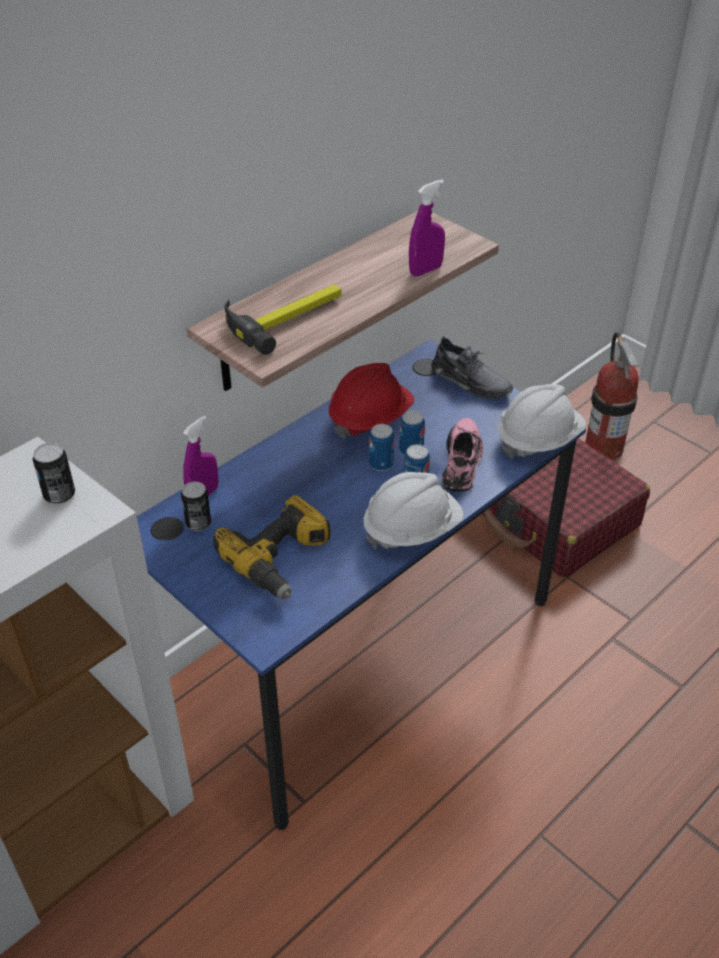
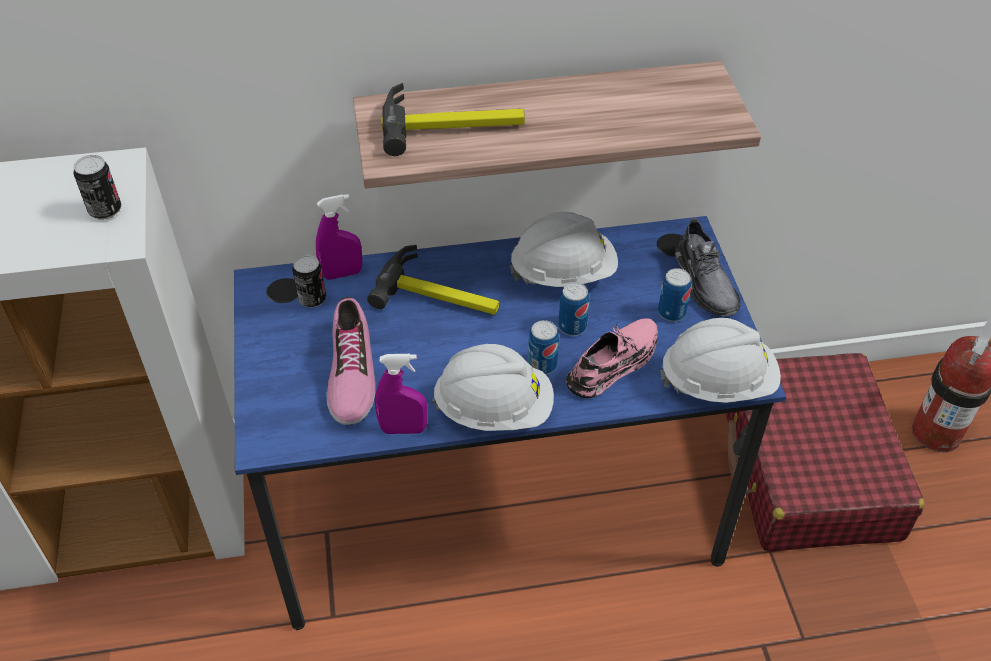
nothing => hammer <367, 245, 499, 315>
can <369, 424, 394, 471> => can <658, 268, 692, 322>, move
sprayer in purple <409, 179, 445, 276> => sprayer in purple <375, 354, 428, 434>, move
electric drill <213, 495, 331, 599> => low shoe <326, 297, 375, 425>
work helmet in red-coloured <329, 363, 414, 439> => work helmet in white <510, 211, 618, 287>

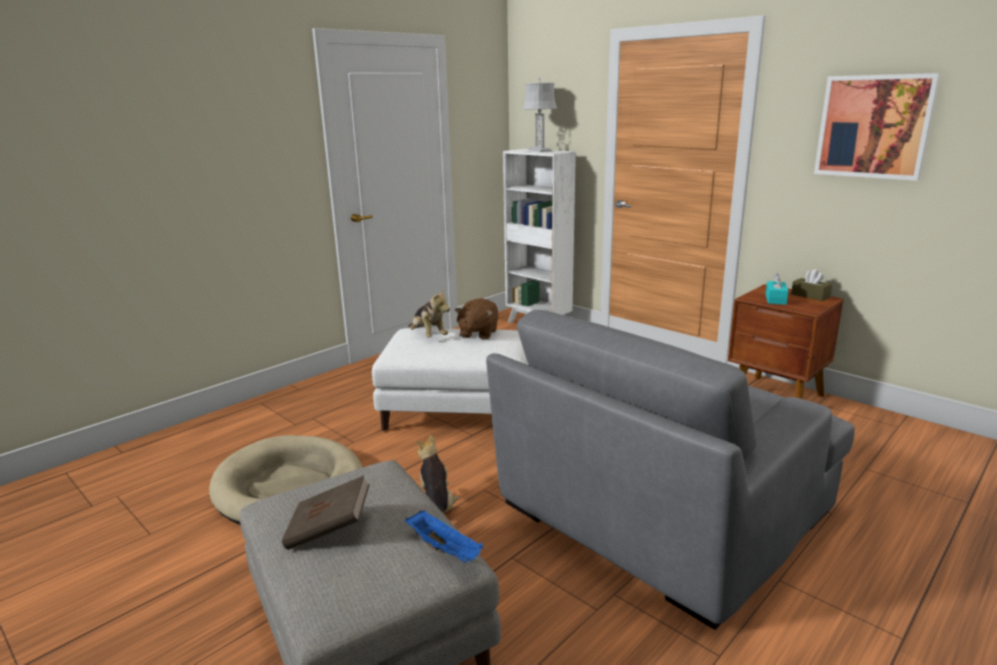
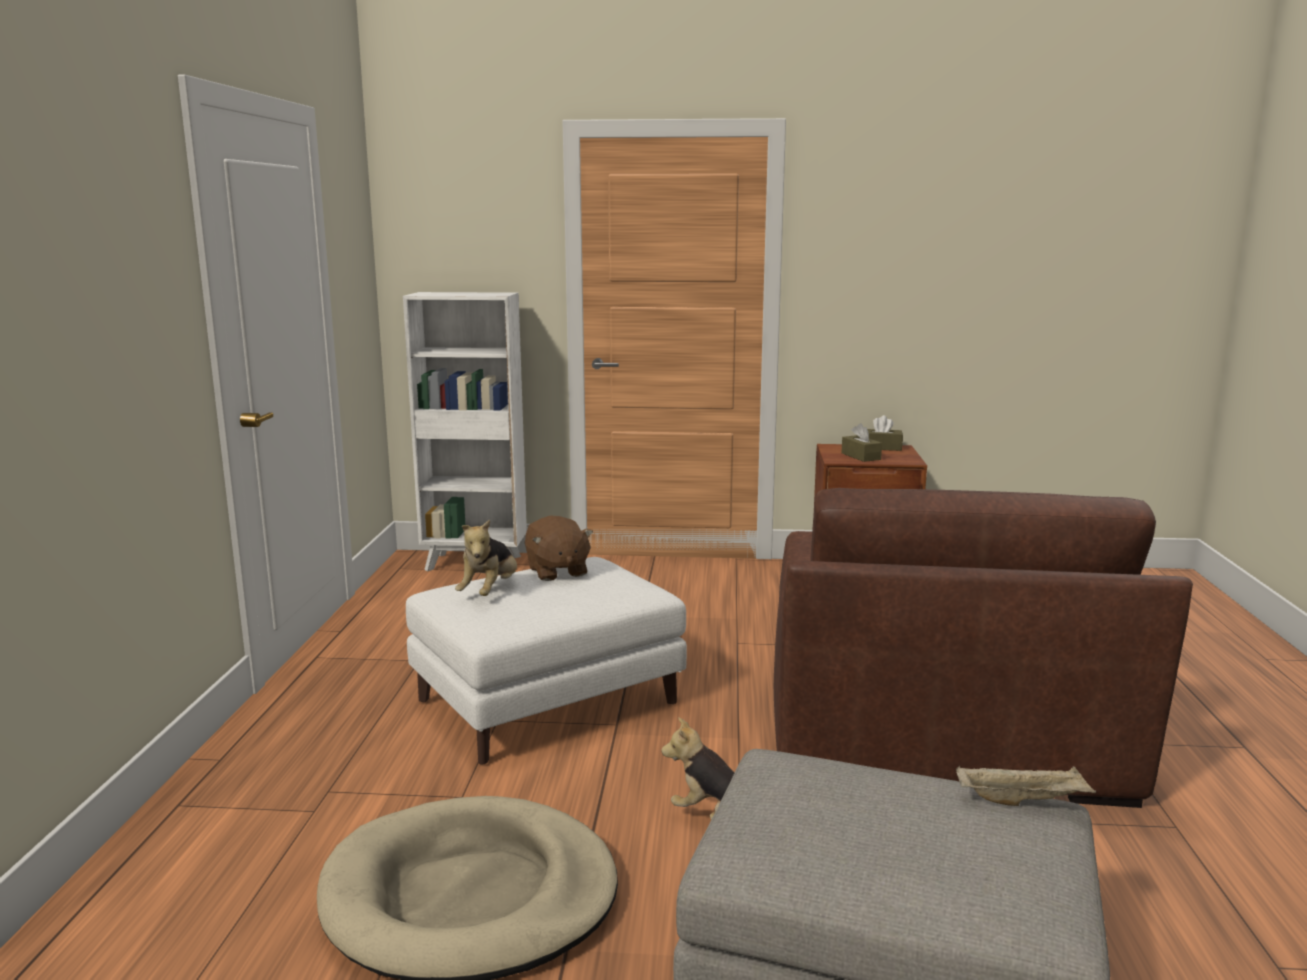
bound book in brown <281, 475, 370, 550> => nothing
table lamp in greyish <522, 78, 557, 152> => nothing
wall art <814, 73, 941, 181> => nothing
serving tray in bluish <405, 510, 483, 563> => serving tray in sand-coloured <956, 766, 1096, 806>
easy chair in greyish <486, 310, 855, 630> => easy chair in brown <774, 488, 1193, 808>
tissue box in turquoise-coloured <766, 272, 789, 305> => tissue box in brown <842, 423, 882, 462>
plush toy <408, 289, 450, 337> => plush toy <455, 520, 517, 596>, 90 degrees clockwise

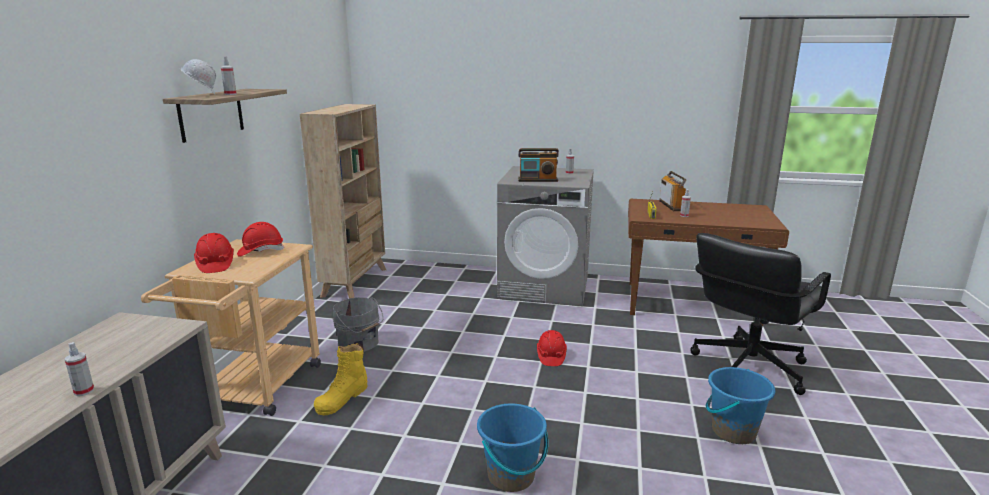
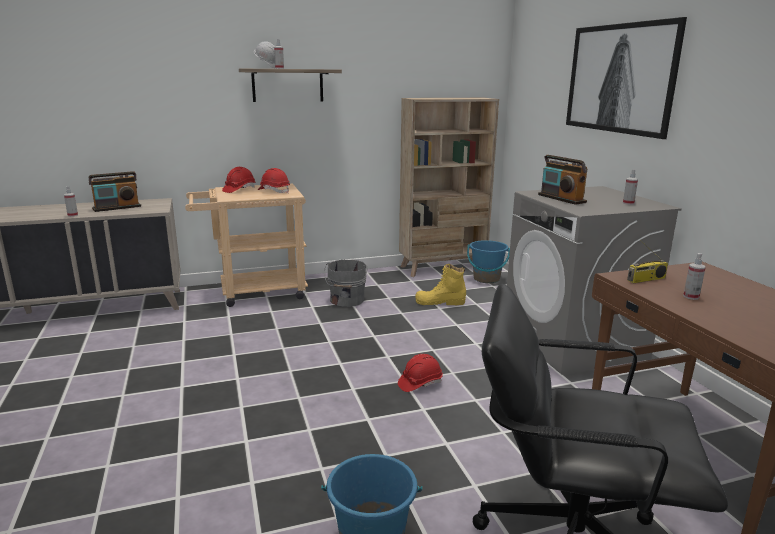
nothing => wall art <566, 17, 687, 139>
tall boot in yellow-coloured <314, 343, 368, 415> => tall boot in yellow-coloured <415, 264, 466, 306>, move
bucket in bluish <477, 403, 548, 492> => bucket in bluish <467, 240, 510, 283>, move
radio receiver <659, 171, 686, 211> => radio receiver <89, 171, 141, 212>, move

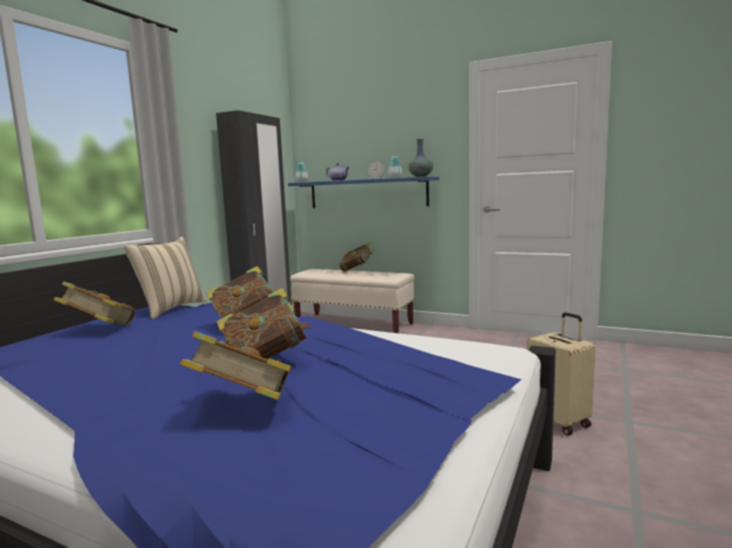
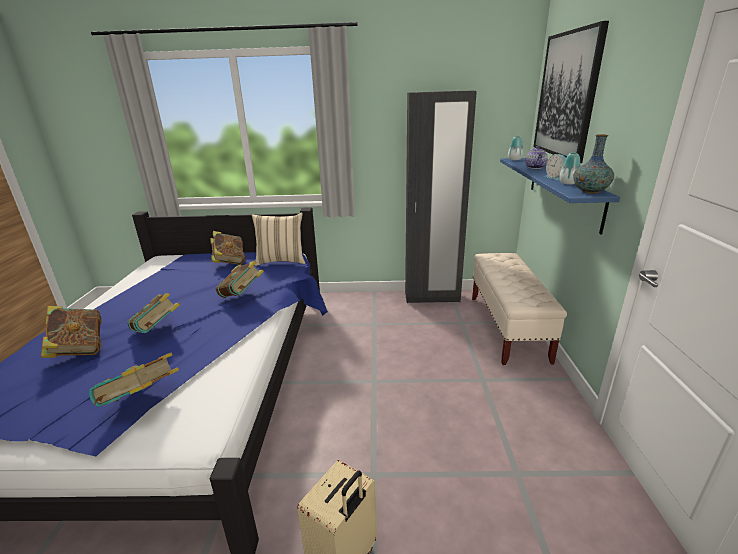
nothing => wall art <533, 21, 609, 163>
bound book <339, 242, 374, 272> => bound book <89, 353, 179, 407>, move

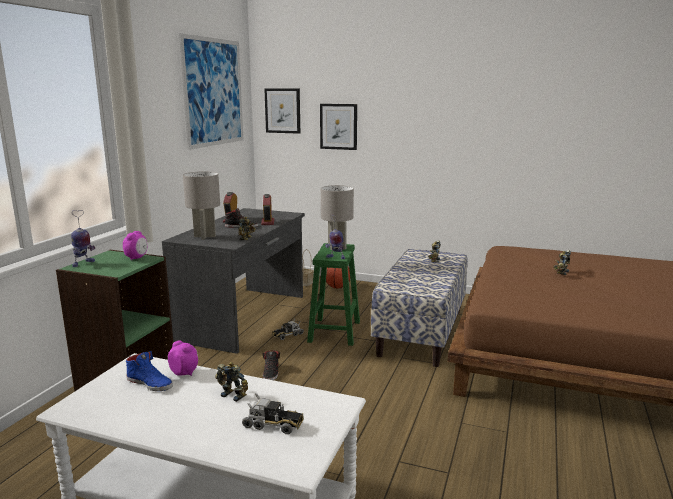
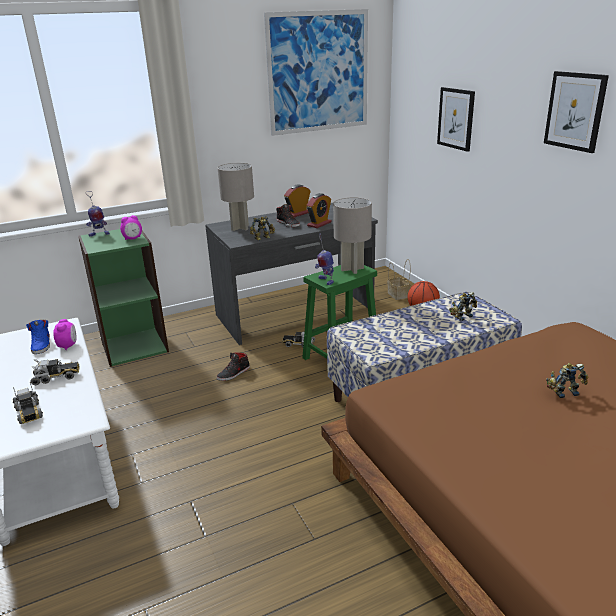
wall art <264, 88, 300, 134> => wall art <544, 71, 609, 153>, move
toy robot <215, 362, 248, 402> => toy lorry <31, 359, 80, 385>

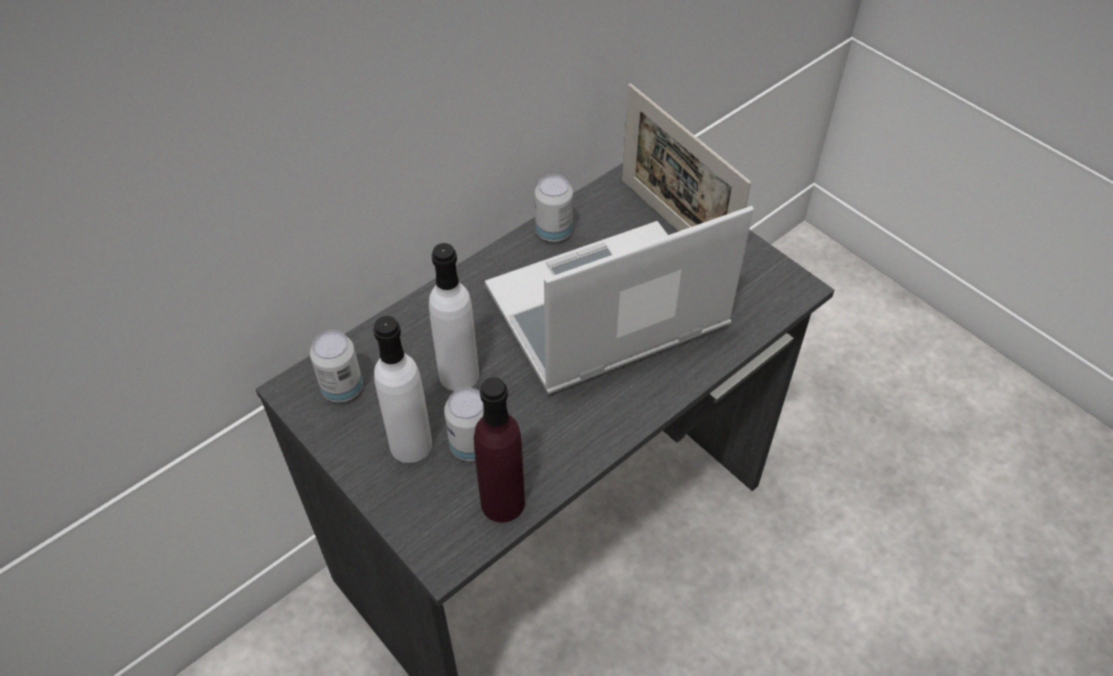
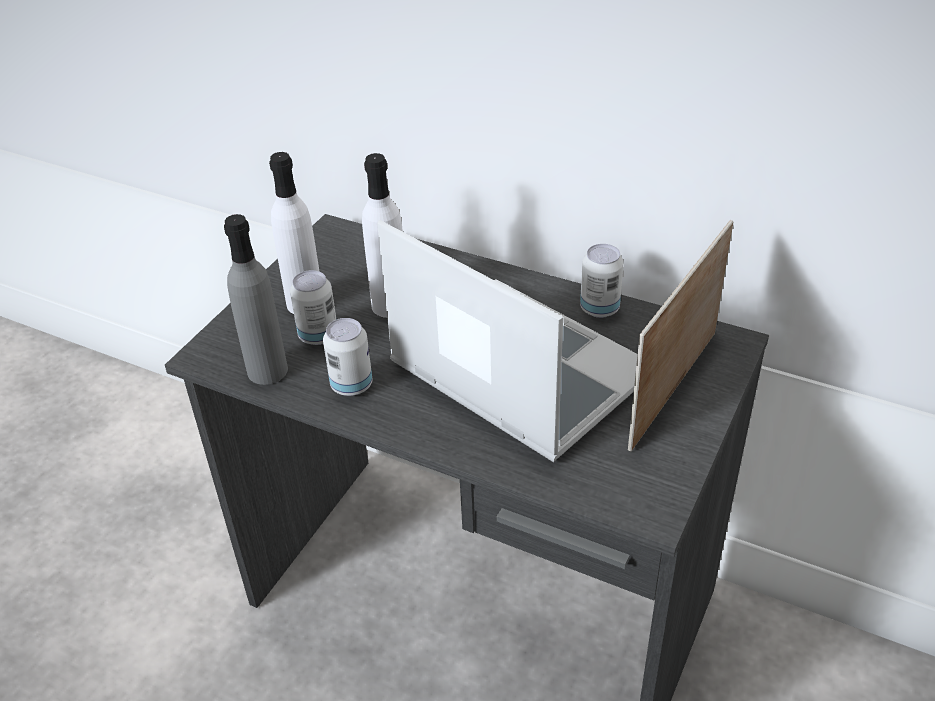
can <310, 330, 363, 402> => can <323, 318, 372, 396>, move
beverage bottle in purple <474, 377, 525, 523> => beverage bottle in greyish <224, 214, 288, 385>

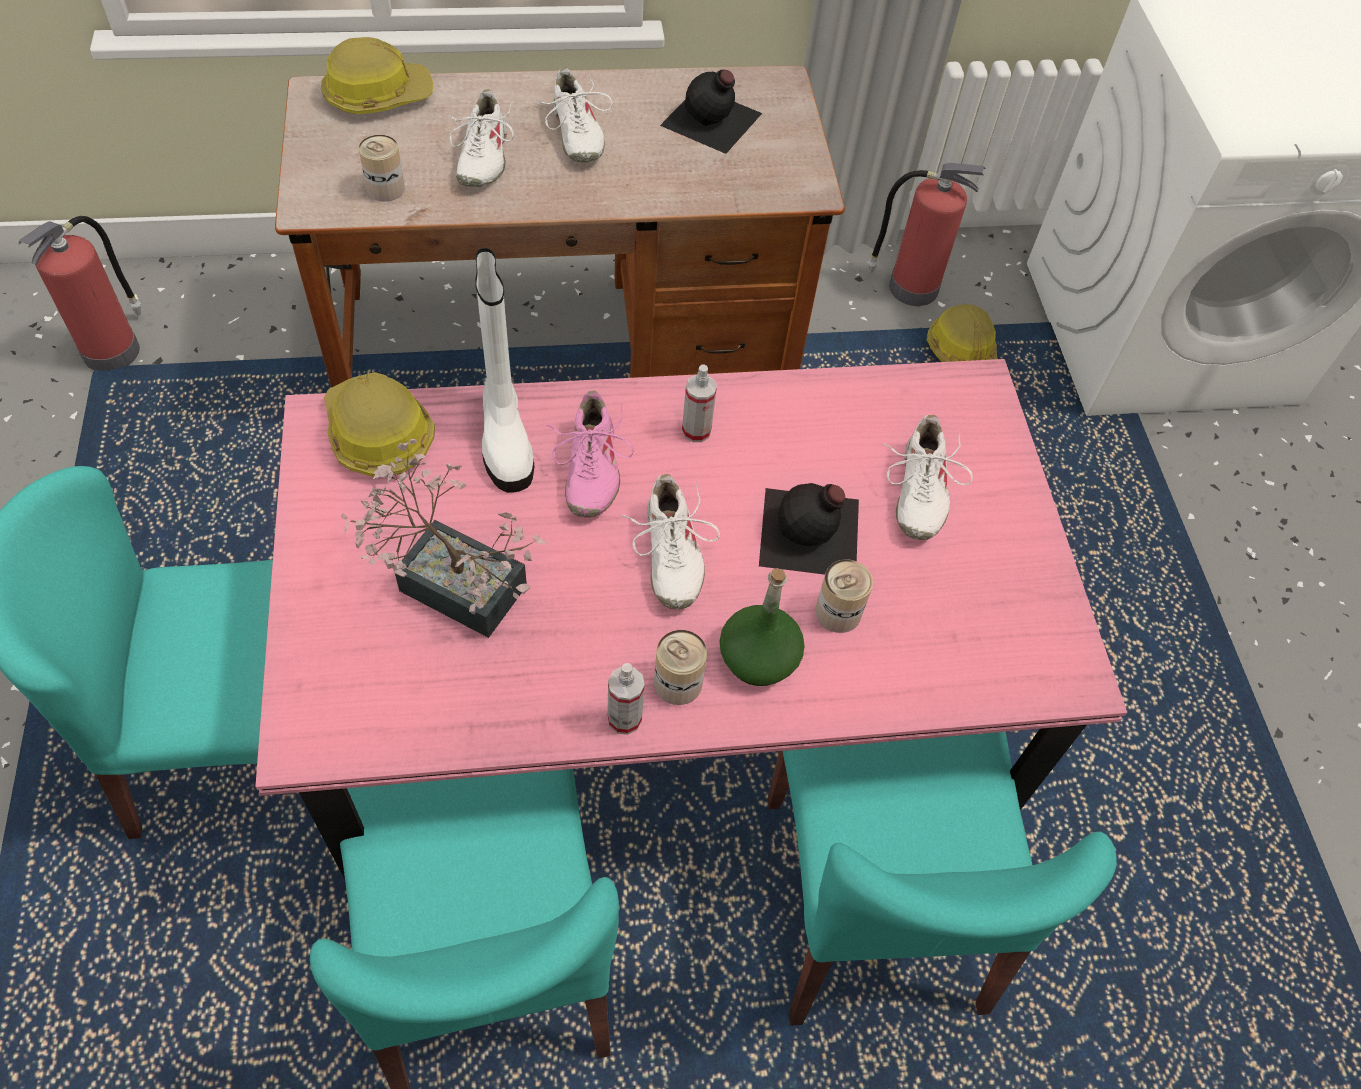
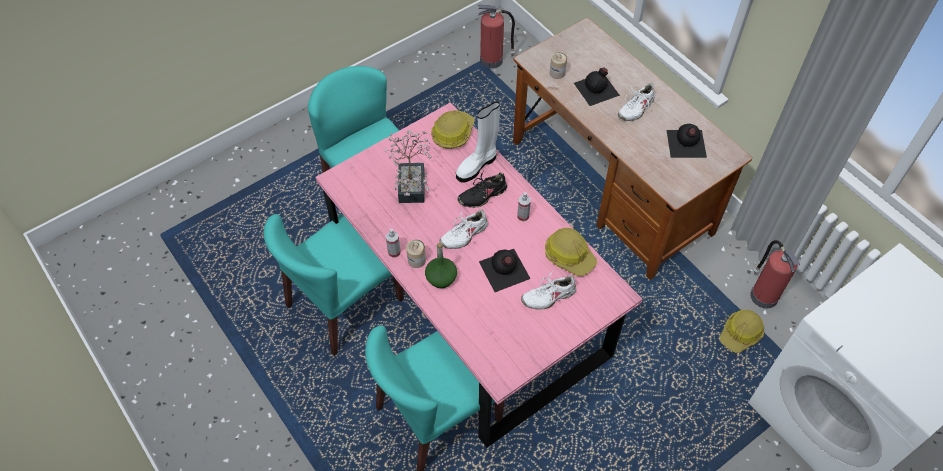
can <815, 559, 873, 633> => nothing
work helmet <321, 37, 433, 114> => work helmet <545, 228, 597, 276>, move
low shoe in white <447, 89, 514, 187> => beverage bottle in black-coloured <574, 67, 620, 106>
low shoe in pink-coloured <546, 390, 634, 518> => low shoe in black-coloured <457, 171, 507, 208>

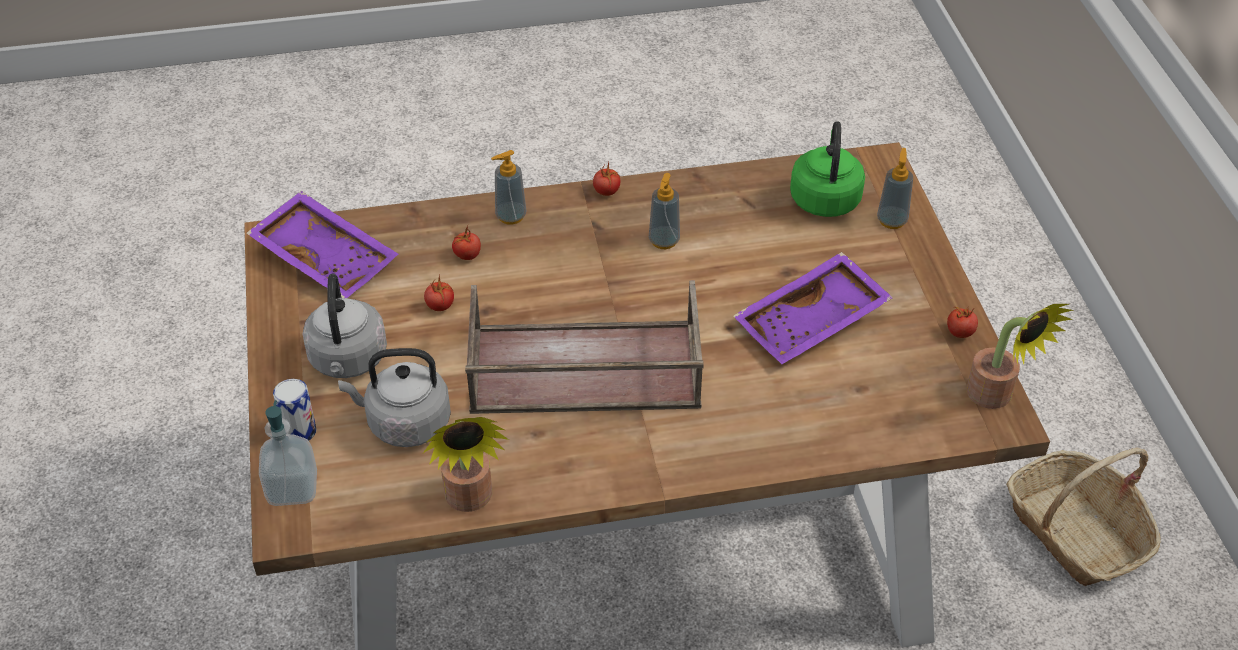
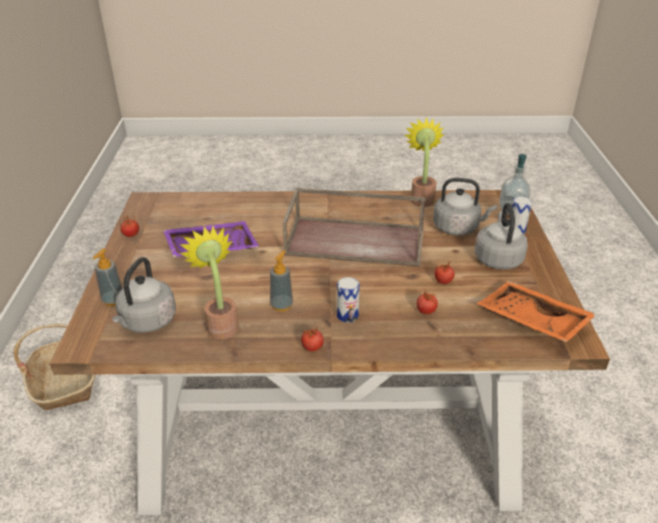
soap bottle <491, 150, 526, 225> => nothing
nothing => can <337, 277, 360, 323>
potted plant <967, 304, 1073, 409> => potted plant <180, 226, 239, 339>, move
serving tray in purple <246, 191, 398, 298> => serving tray in orange <477, 281, 597, 342>
water kettle in green <790, 121, 865, 217> => water kettle in greyish <112, 257, 176, 333>

